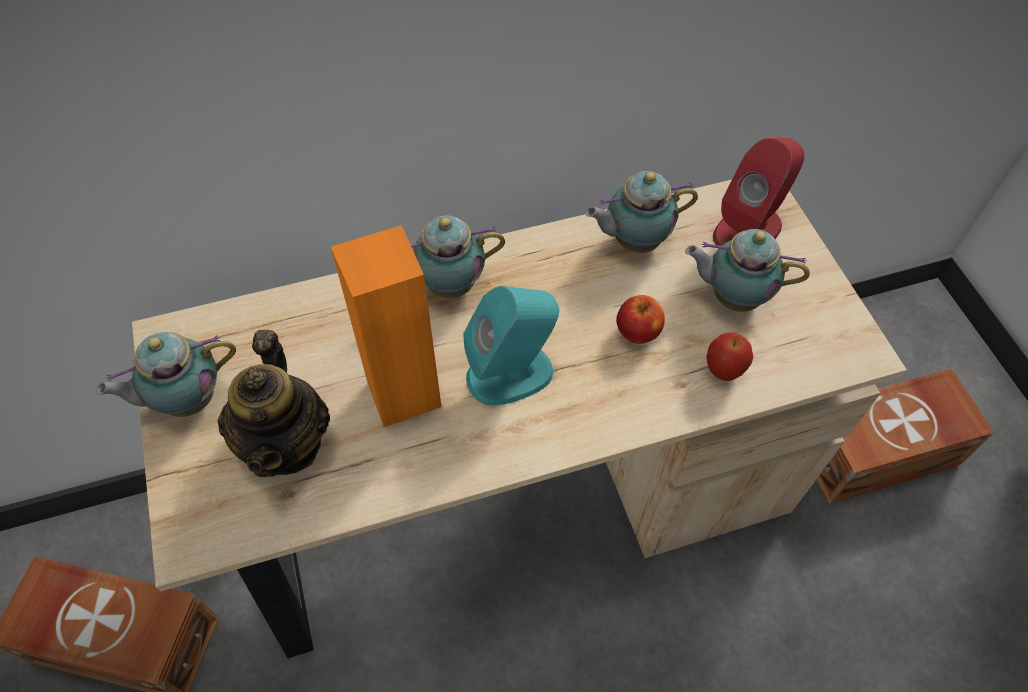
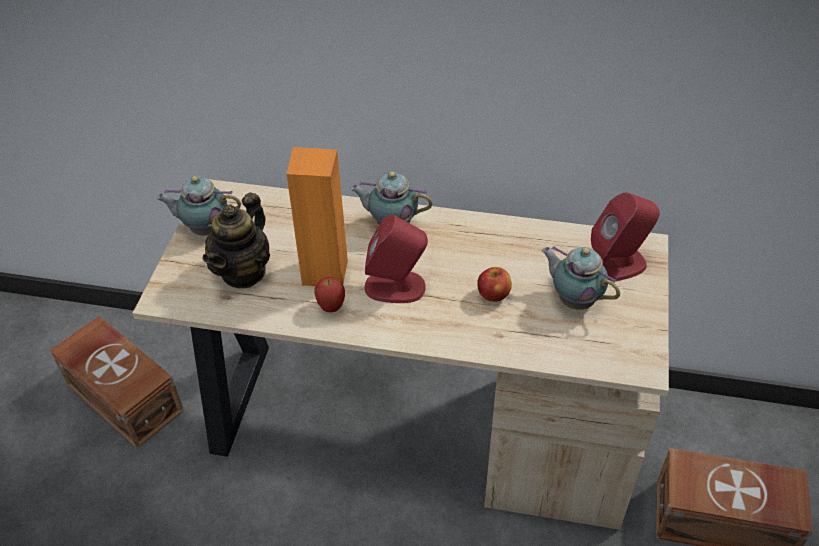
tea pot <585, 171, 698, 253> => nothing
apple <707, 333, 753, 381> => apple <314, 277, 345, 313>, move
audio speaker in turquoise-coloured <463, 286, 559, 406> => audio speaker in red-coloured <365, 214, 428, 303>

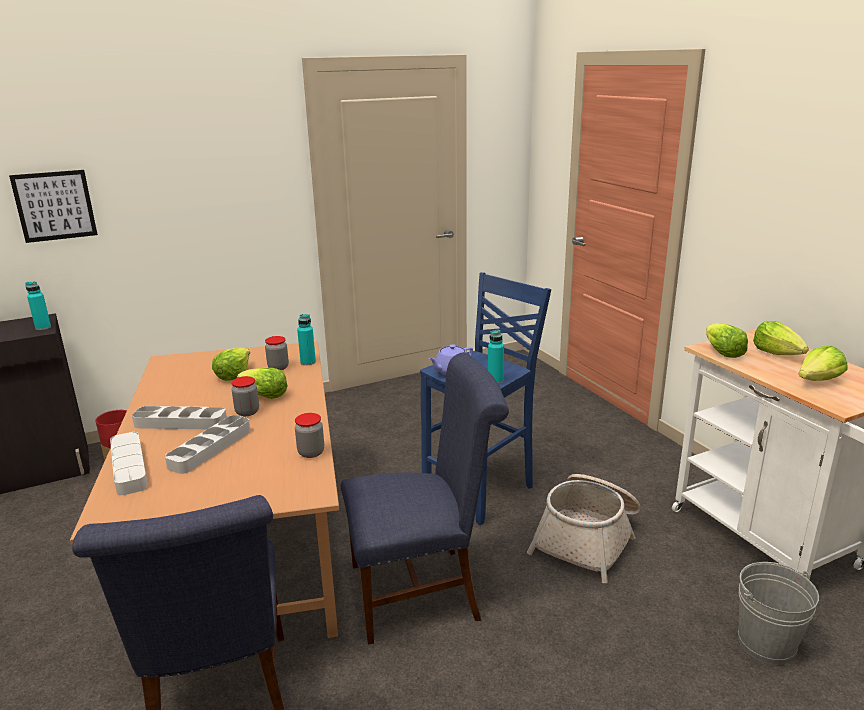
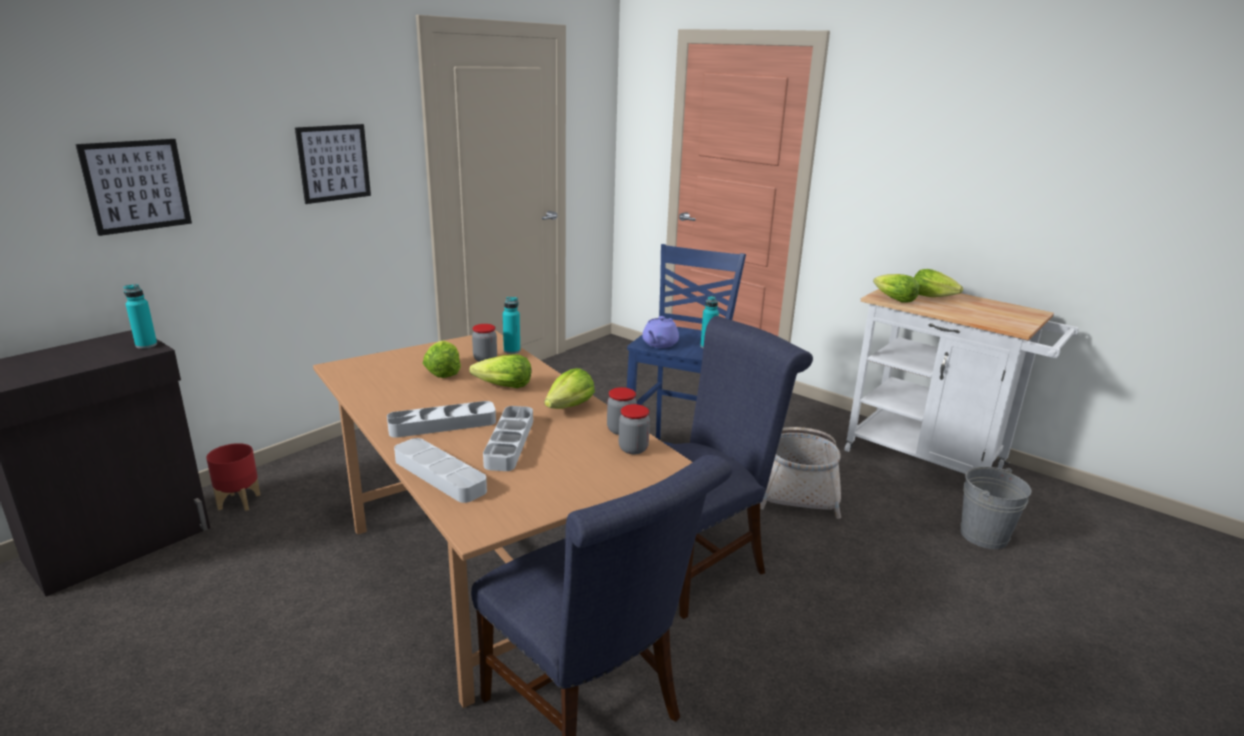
nothing => wall art <295, 124, 371, 204>
jar <231, 376, 259, 416> => jar <619, 404, 650, 454>, move
lettuce <798, 345, 848, 381> => lettuce <544, 368, 595, 409>, move

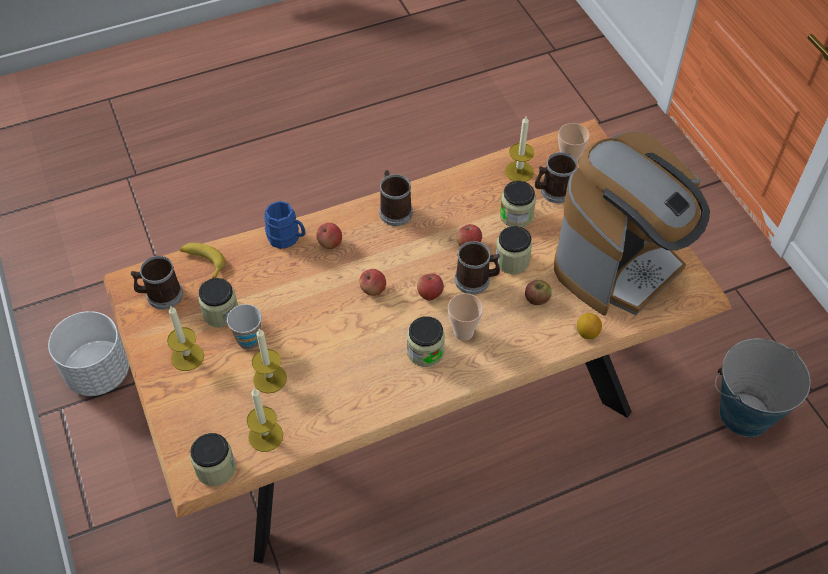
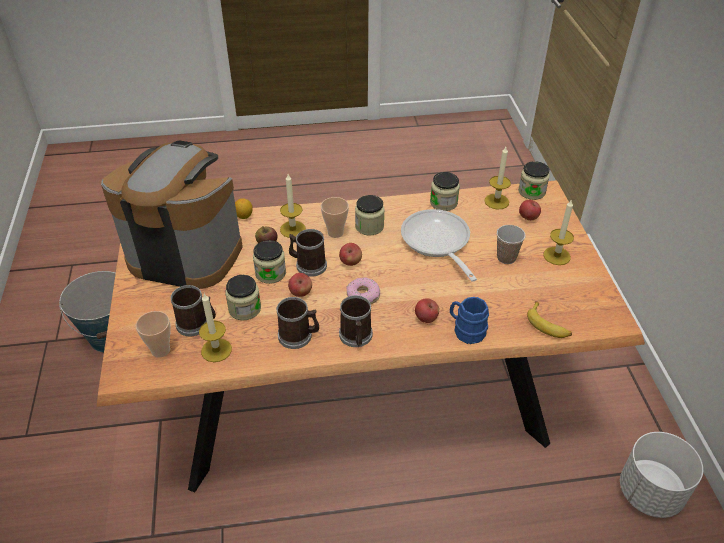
nothing => doughnut <346, 277, 380, 304>
nothing => pan <401, 209, 477, 282>
tea mug <131, 256, 183, 309> => tea mug <276, 297, 319, 349>, move
jar <198, 278, 238, 328> => jar <430, 172, 460, 211>, move
wax candle <252, 329, 287, 393> => wax candle <280, 174, 306, 238>, move
apple <360, 269, 386, 296> => apple <519, 200, 541, 220>, move
coffee machine <554, 132, 710, 316> => coffee machine <101, 140, 243, 289>, 45 degrees clockwise

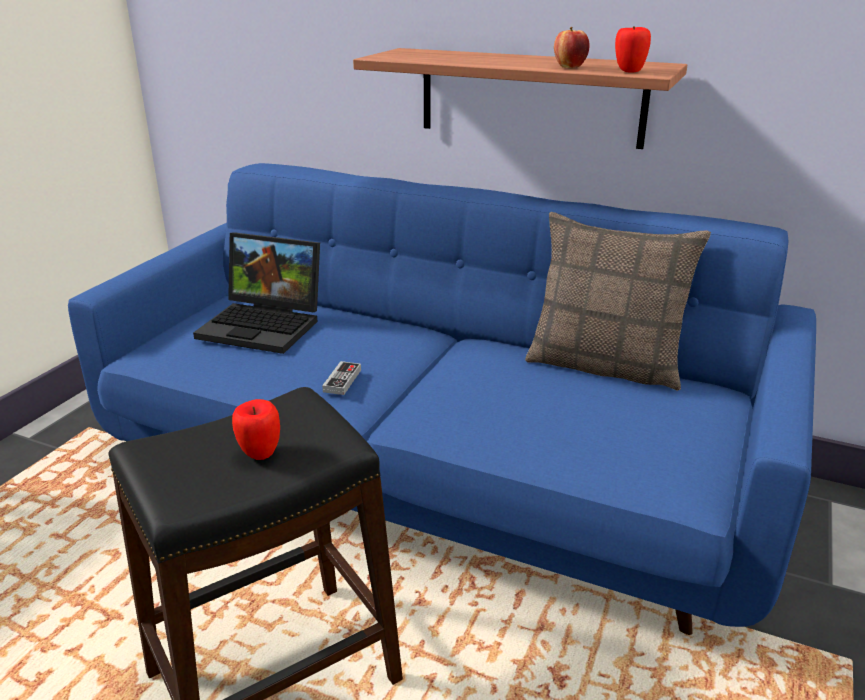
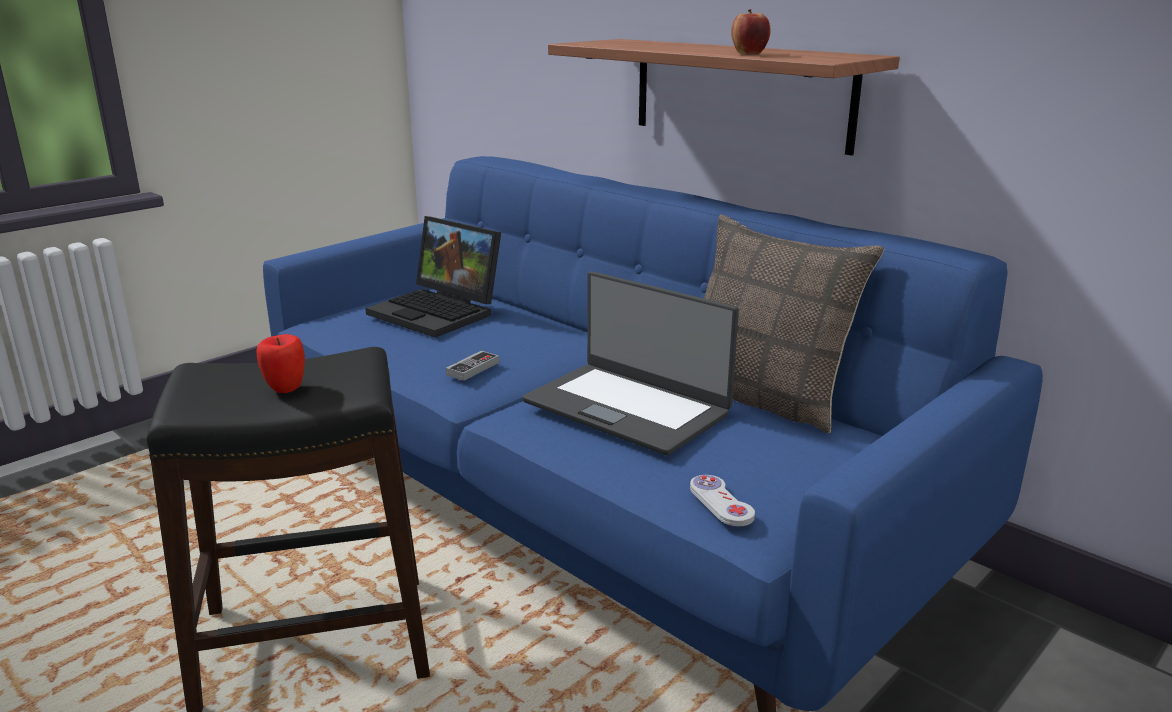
apple <615, 26, 651, 73> => nothing
nothing => laptop <522, 271, 739, 455>
nothing => gamepad in white <690, 475, 755, 526>

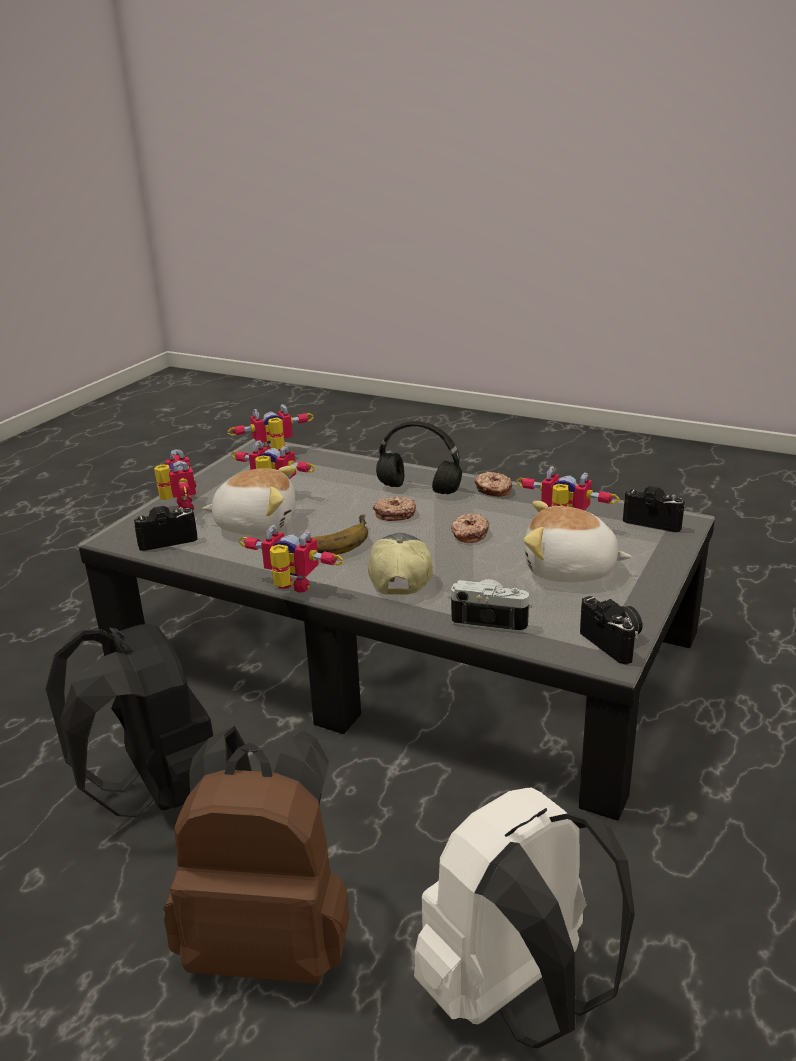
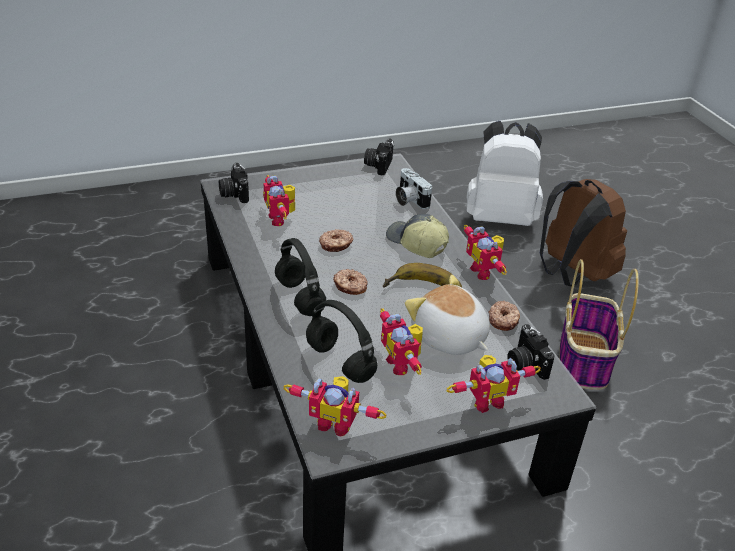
plush toy <524, 501, 632, 582> => nothing
nothing => headset in black-coloured <306, 300, 377, 383>
doughnut <475, 472, 512, 497> => doughnut <489, 301, 520, 331>, move
knapsack in black-coloured <46, 624, 213, 818> => household basket <560, 259, 639, 390>
still camera <134, 506, 198, 551> => still camera <507, 324, 555, 380>, 45 degrees clockwise
toy robot <154, 449, 196, 510> => toy robot <446, 355, 541, 413>, 135 degrees counterclockwise
cap <368, 533, 433, 595> => cap <386, 214, 449, 258>, 90 degrees clockwise

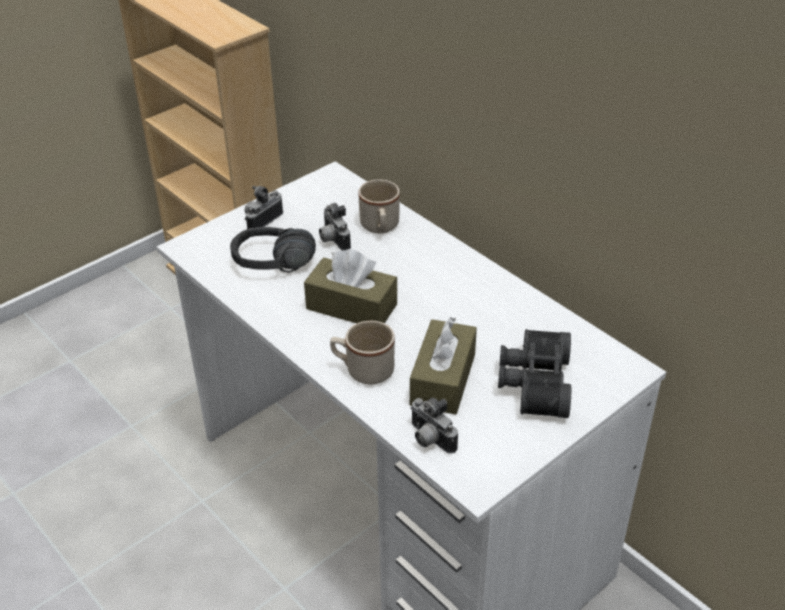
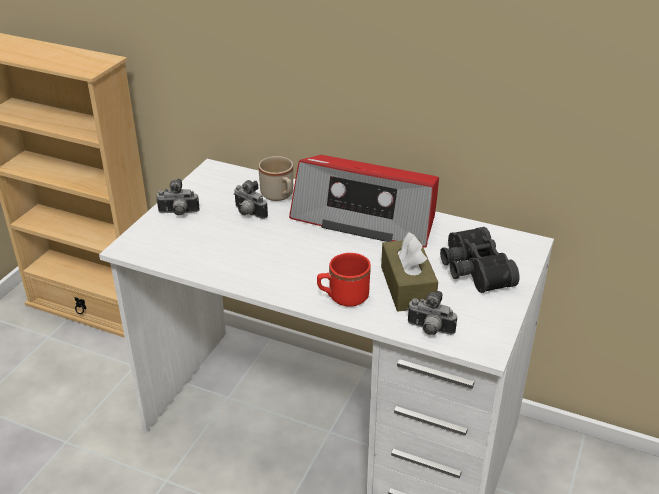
headset in black-coloured <230, 227, 316, 272> => nothing
tissue box in brown <304, 249, 397, 323> => nothing
nothing => radio receiver <289, 155, 439, 248>
tea mug in sand-coloured <330, 321, 395, 385> => tea mug in red-coloured <317, 253, 371, 307>
still camera <245, 186, 283, 229> => still camera <156, 178, 200, 216>, 105 degrees counterclockwise

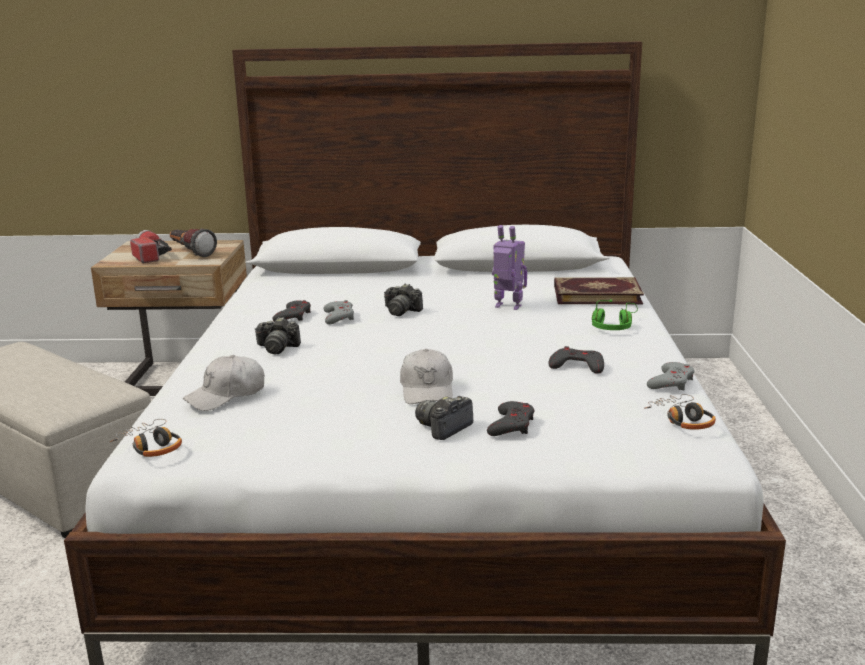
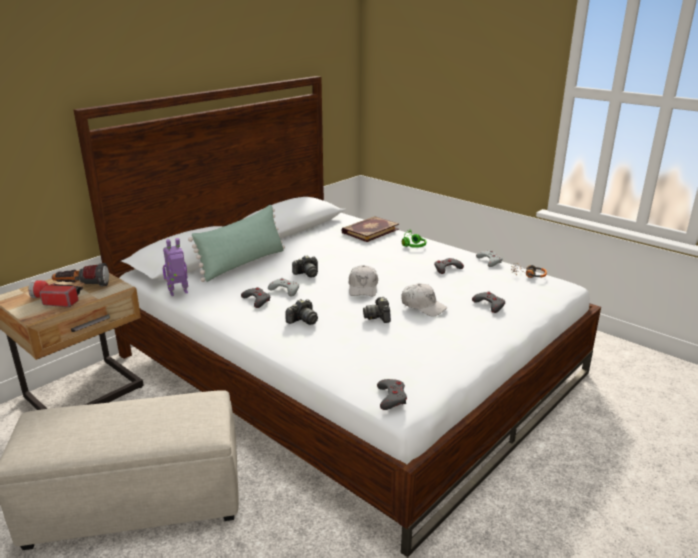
nothing => cushion in green <188, 205, 285, 282>
cap in white <183, 355, 264, 411> => cap in white <348, 265, 378, 296>, move
still camera <415, 396, 473, 440> => still camera <363, 297, 391, 323>, move
toy robot <492, 225, 527, 310> => toy robot <163, 238, 188, 296>, move
headset <110, 419, 182, 457> => gamepad in greyish <377, 379, 407, 410>

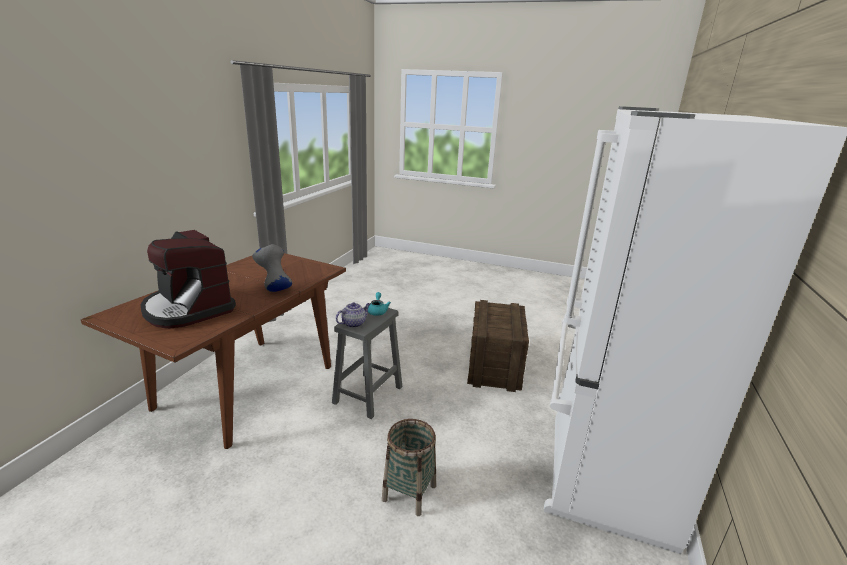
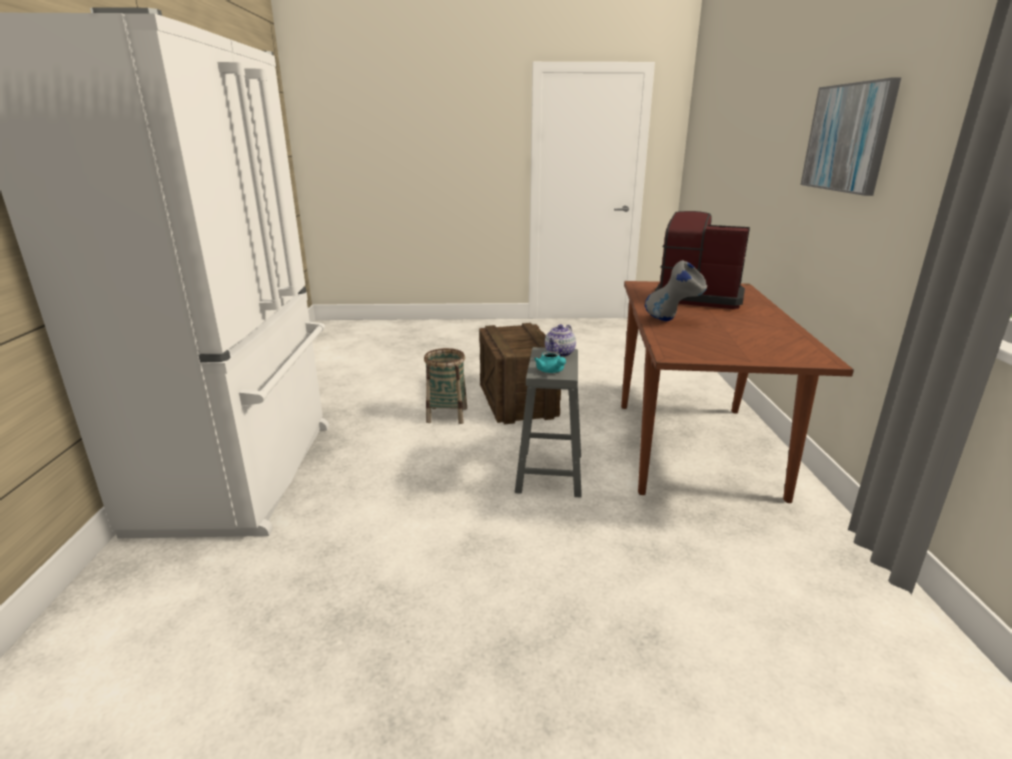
nothing => wall art <800, 77, 901, 196>
crate <467, 300, 529, 392> => crate <479, 323, 561, 424>, move

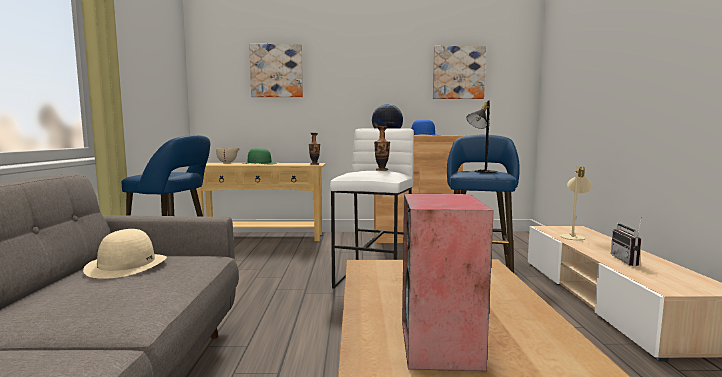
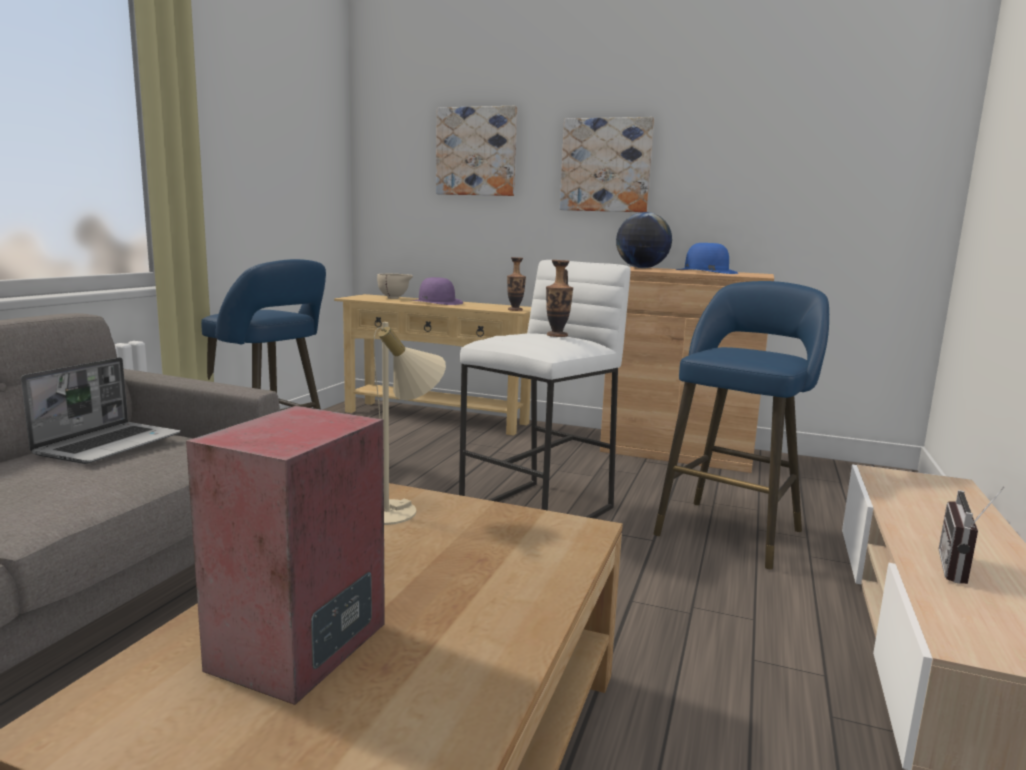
table lamp in black-coloured <467, 101, 497, 173> => nothing
wall art <433, 46, 486, 99> => wall art <560, 117, 654, 212>, move
table lamp in sand-coloured <560, 165, 592, 240> => table lamp in sand-coloured <373, 322, 446, 525>, move
hat in sand-coloured <83, 229, 167, 279> => laptop <21, 357, 180, 464>
hat in green <244, 148, 277, 164> => hat in purple <412, 277, 463, 305>

